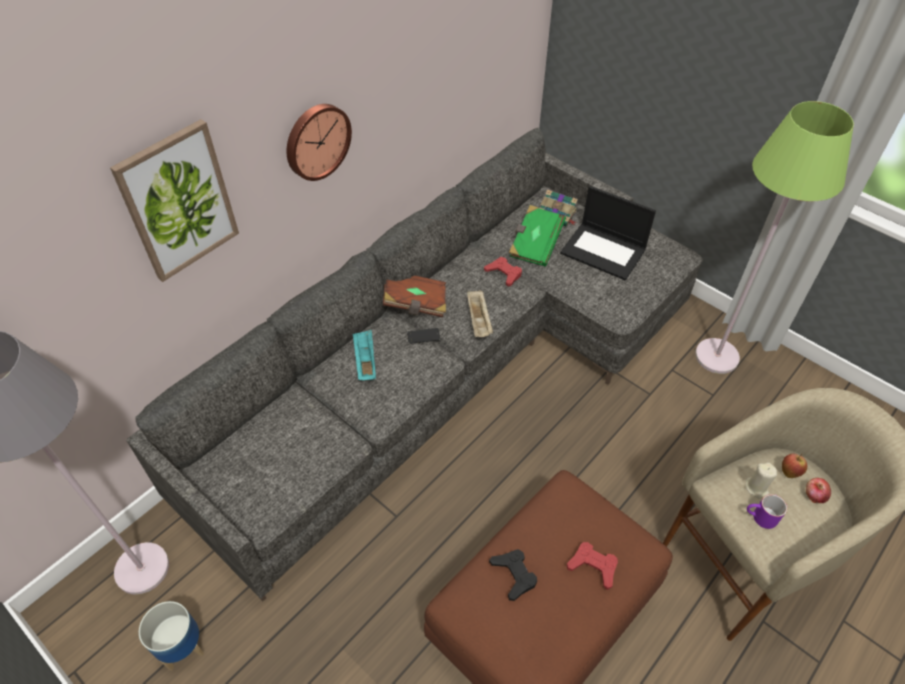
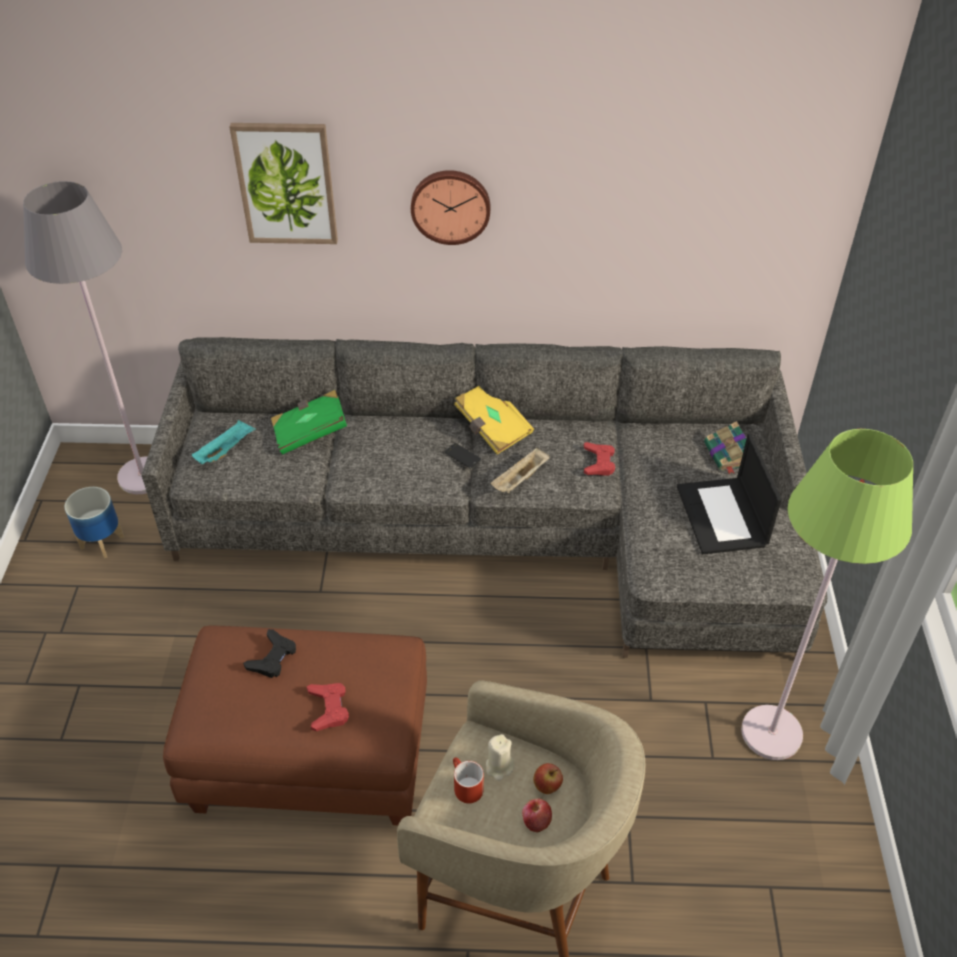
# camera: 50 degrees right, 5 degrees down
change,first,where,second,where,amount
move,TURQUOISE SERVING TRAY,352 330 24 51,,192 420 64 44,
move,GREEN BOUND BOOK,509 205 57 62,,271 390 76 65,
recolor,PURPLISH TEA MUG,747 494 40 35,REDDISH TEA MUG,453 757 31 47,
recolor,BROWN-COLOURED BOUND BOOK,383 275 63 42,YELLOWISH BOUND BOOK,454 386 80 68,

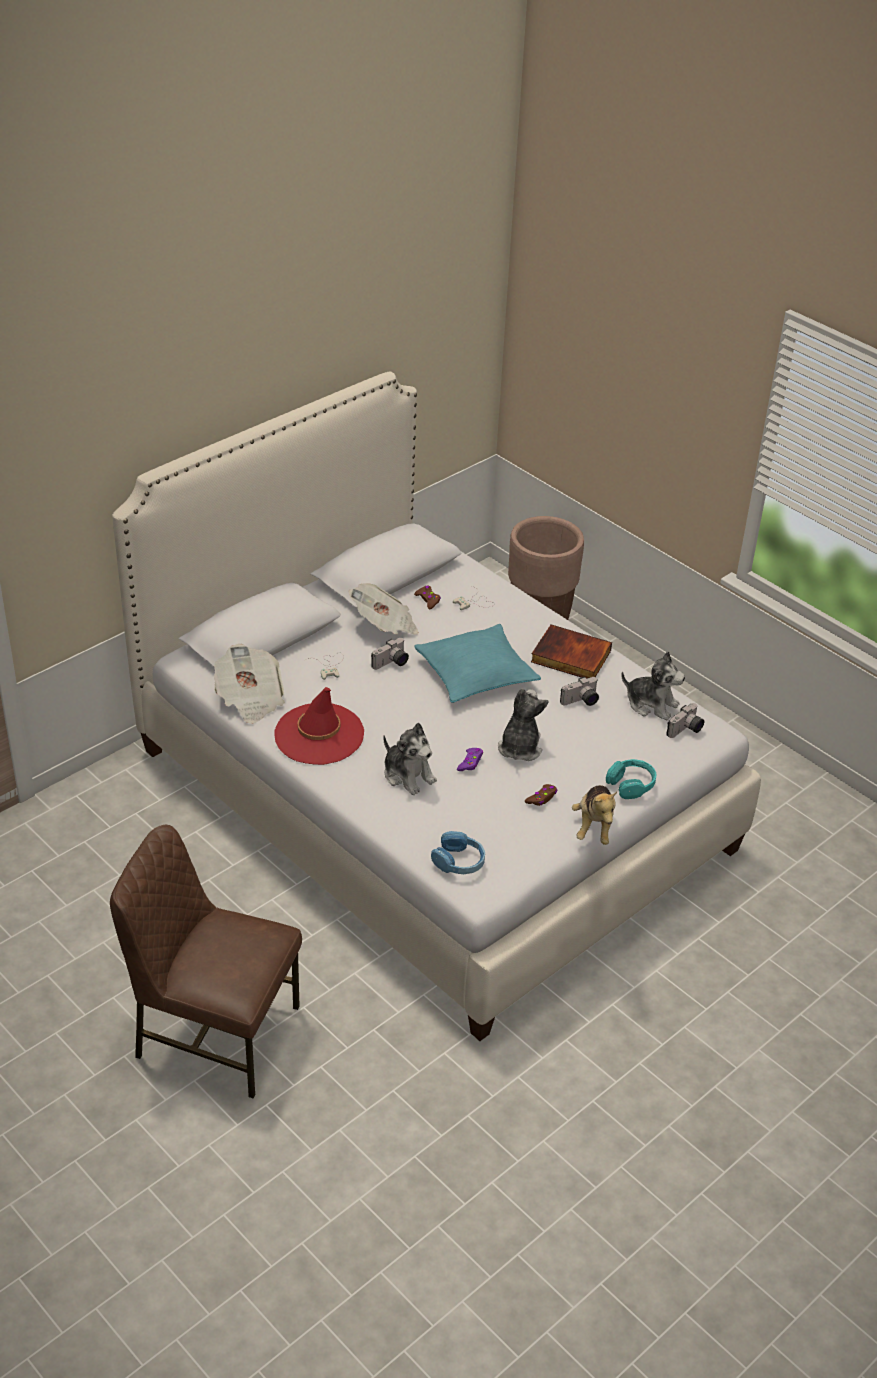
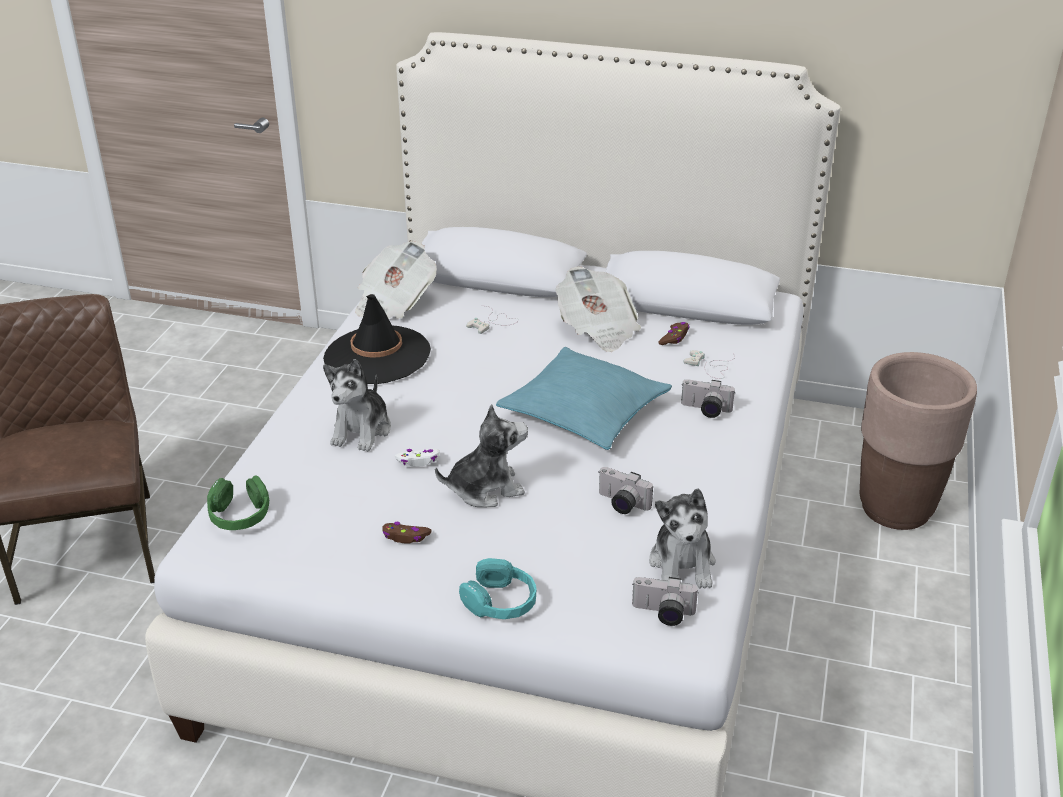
# camera: 60 degrees right, 5 degrees down
change,first,where,second,where,amount
recolor,BLUE-COLOURED HEADPHONES,431 831 54 43,GREEN HEADPHONES,207 476 62 54,
recolor,REDDISH HAT,275 687 89 78,BLACK HAT,323 294 108 90,
recolor,PURPLISH GAMEPAD,457 748 26 23,WHITISH GAMEPAD,395 449 45 18,
move,STILL CAMERA,371 638 38 32,,681 379 54 39,
delete,BOUND BOOK,531 624 81 54,,,
delete,SOFT TOY,572 785 45 60,,,

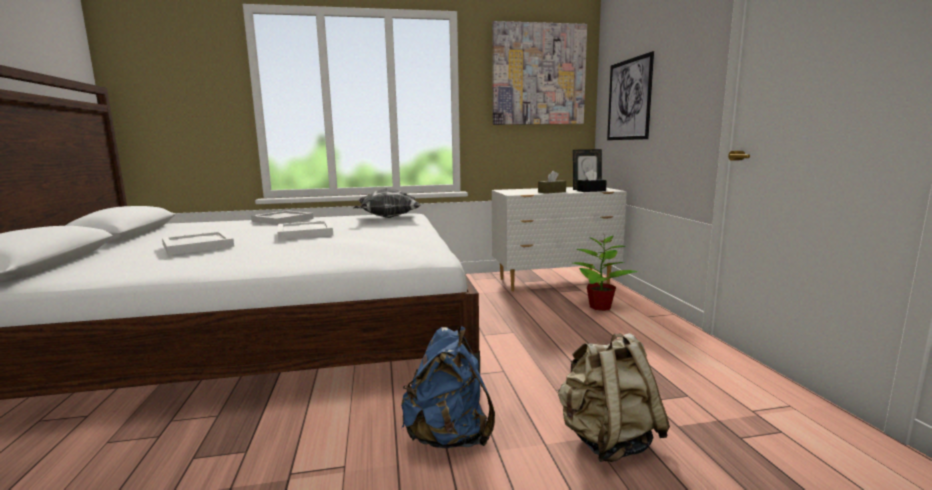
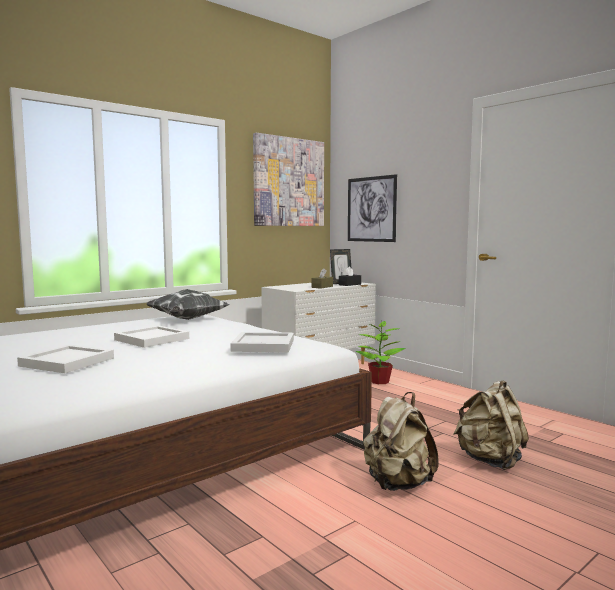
# camera: 30 degrees left, 5 degrees down
change,first,where,second,where,amount
move,WHITISH SERVING TRAY,251 210 62 15,,230 332 64 21,
recolor,BLUE-COLOURED BACKPACK,401 326 94 122,BEIGE BACKPACK,363 392 76 99,

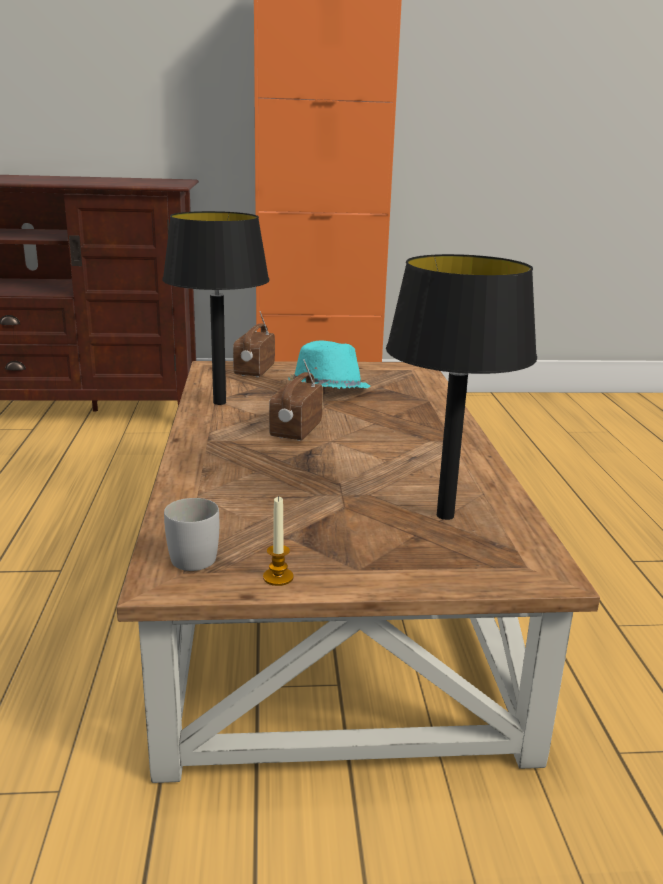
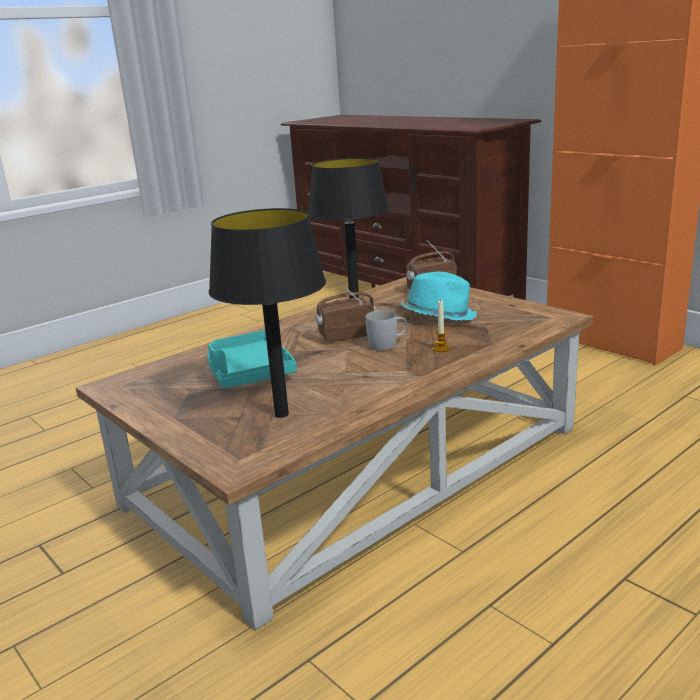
# camera: 55 degrees right, 0 degrees up
change,first,where,second,where,amount
insert,,,TURQUOISE SERVING TRAY,208 330 89 58,
move,WHITISH TEA MUG,164 498 55 73,,366 310 41 41,
move,WAX CANDLE,263 496 31 90,,433 299 17 53,

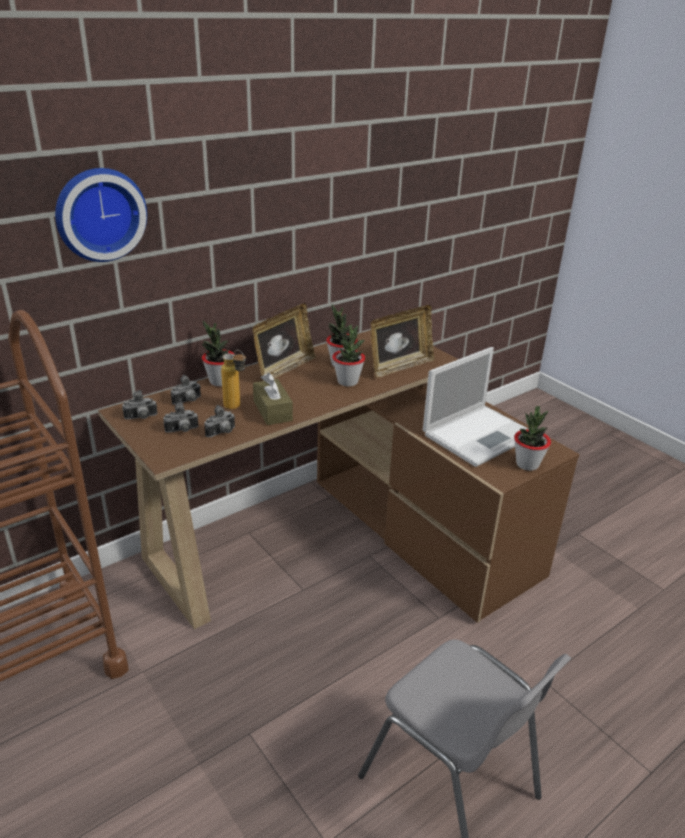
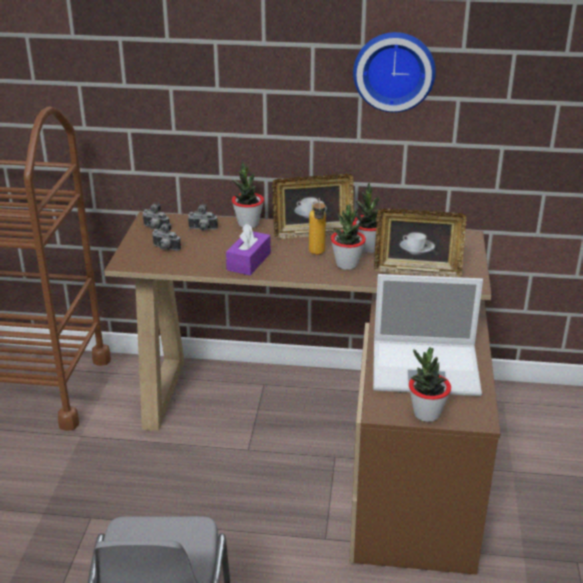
# camera: 45 degrees right, 0 degrees up
change,first,where,second,where,amount
recolor,BROWN-COLOURED BOX OF TISSUES,253 373 40 52,PURPLISH BOX OF TISSUES,226 223 45 52,
move,BOTTLE,221 350 25 59,,309 198 17 57,
move,WALL CLOCK,55 168 92 94,,353 32 83 81,
delete,STILL CAMERA,204 405 31 32,,,

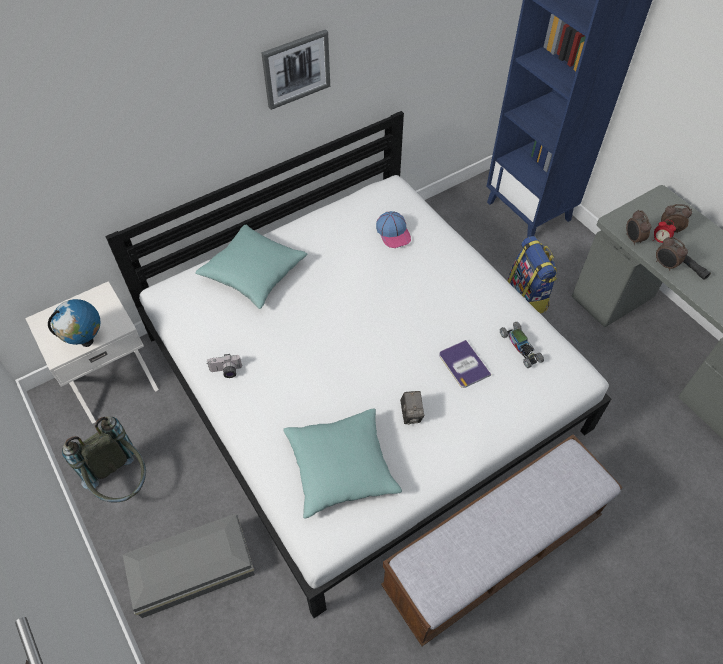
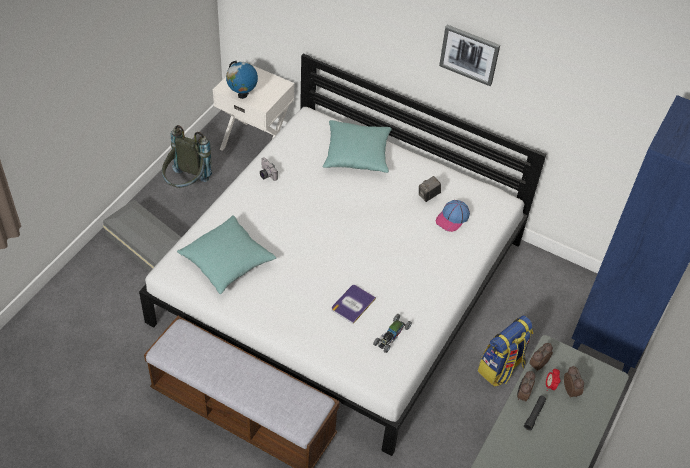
# camera: 60 degrees right, 5 degrees down
change,first,where,second,where,amount
move,STILL CAMERA,400 391 24 34,,419 176 22 26,

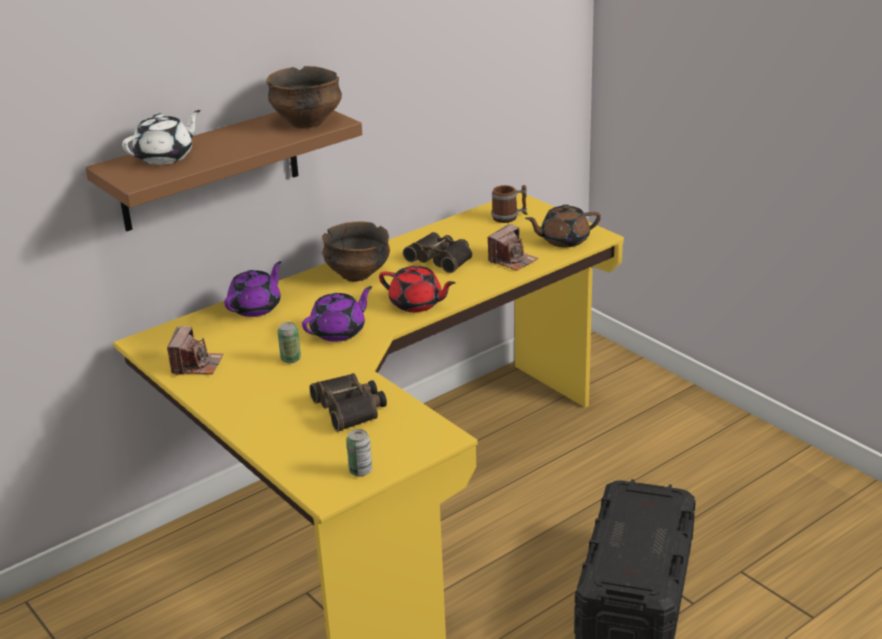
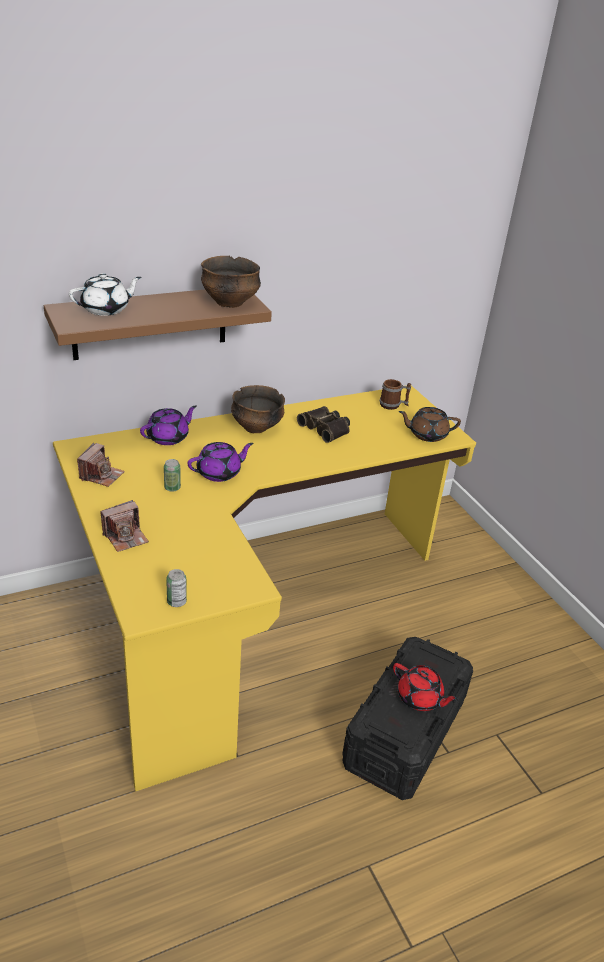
# camera: 10 degrees right, 5 degrees up
change,first,where,second,where,amount
move,STILL CAMERA,488 224 50 47,,100 500 49 52,
move,REDDISH POT FOR TEA,379 265 77 47,,393 663 65 48,
delete,FIELD GLASSES,310 373 77 59,,,

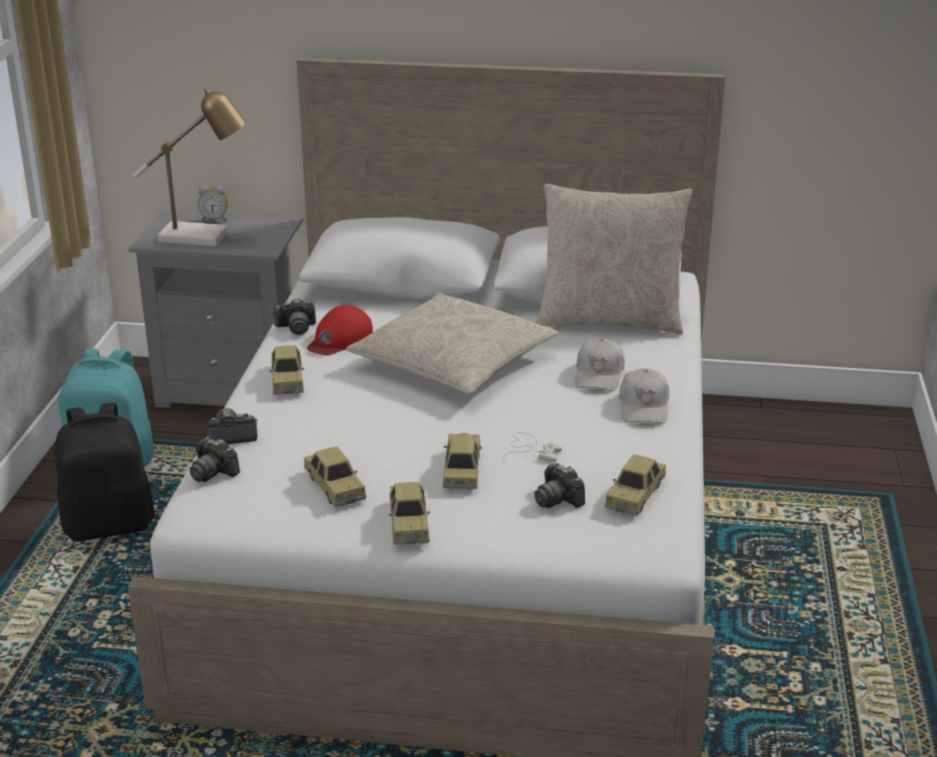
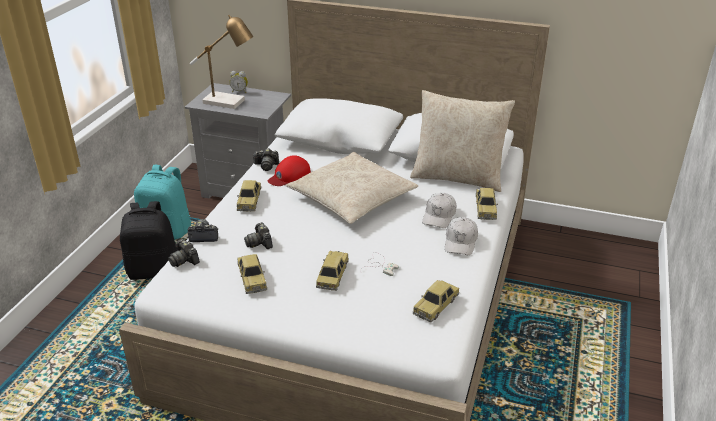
# camera: 10 degrees right, 5 degrees up
change,first,where,second,where,amount
move,STILL CAMERA,534 463 51 45,,244 222 29 27,
move,MINIATURE CAR,389 482 41 63,,476 188 22 32,

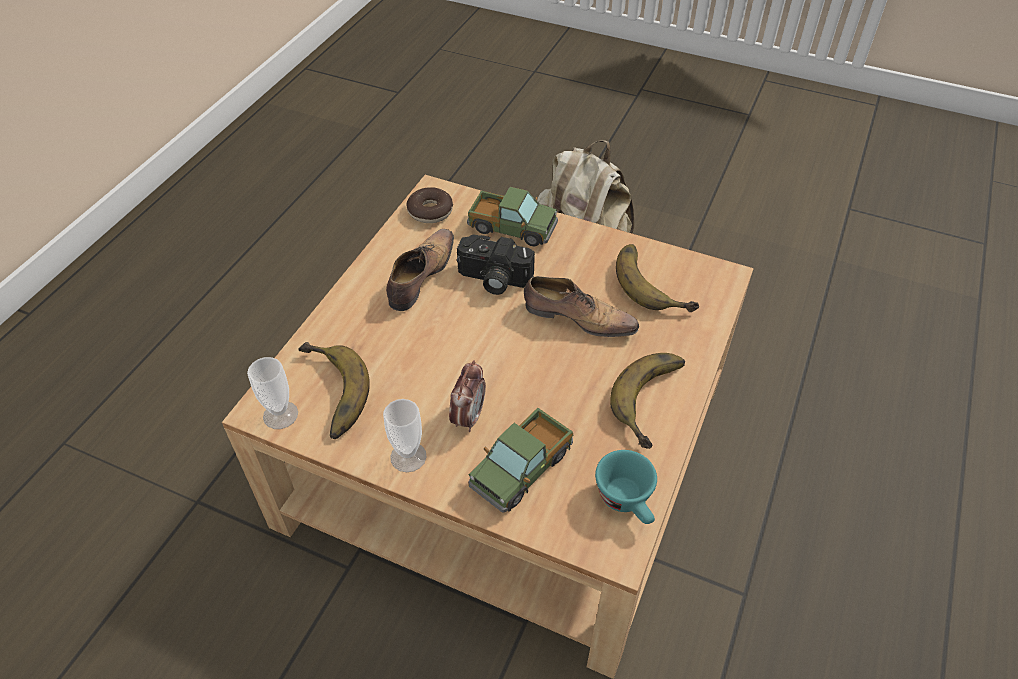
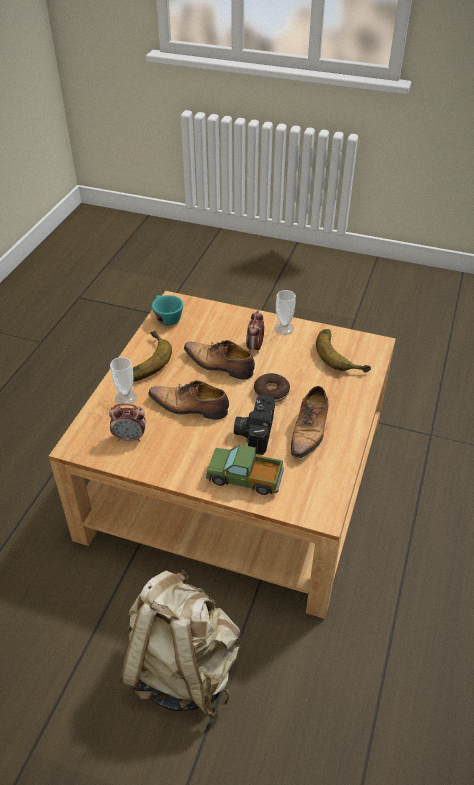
# camera: 175 degrees right, 5 degrees down
change,first,where,second,where,amount
replace,BANANA,616 244 83 68,TABLE CLOCK,109 403 37 38,
move,SMALL CUP,247 357 51 72,,110 357 27 49,
insert,,,SHOE,184 340 71 40,
rotate,STILL CAMERA,457 235 78 60,,234 395 41 60,90 degrees counterclockwise
move,DONUT,406 187 47 36,,254 373 36 29,
delete,TOY LORRY,468 408 105 104,,,

